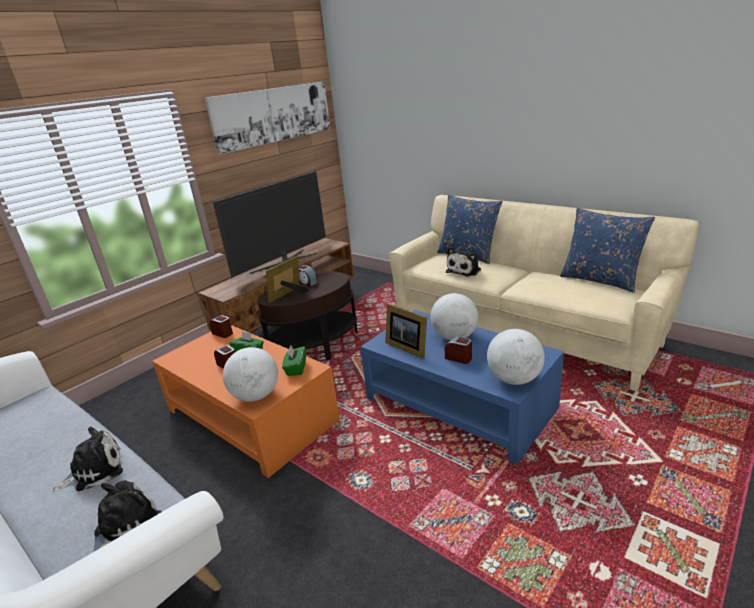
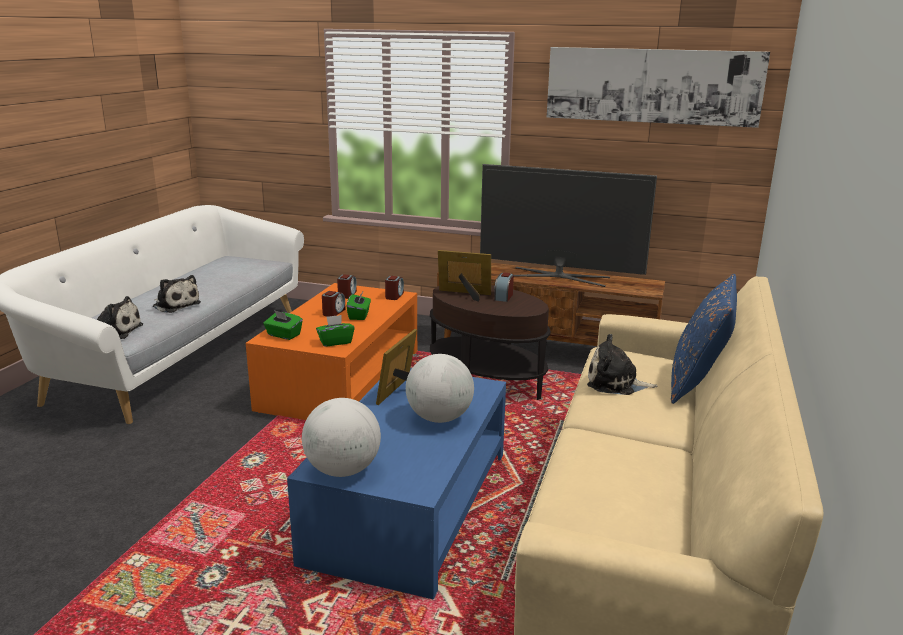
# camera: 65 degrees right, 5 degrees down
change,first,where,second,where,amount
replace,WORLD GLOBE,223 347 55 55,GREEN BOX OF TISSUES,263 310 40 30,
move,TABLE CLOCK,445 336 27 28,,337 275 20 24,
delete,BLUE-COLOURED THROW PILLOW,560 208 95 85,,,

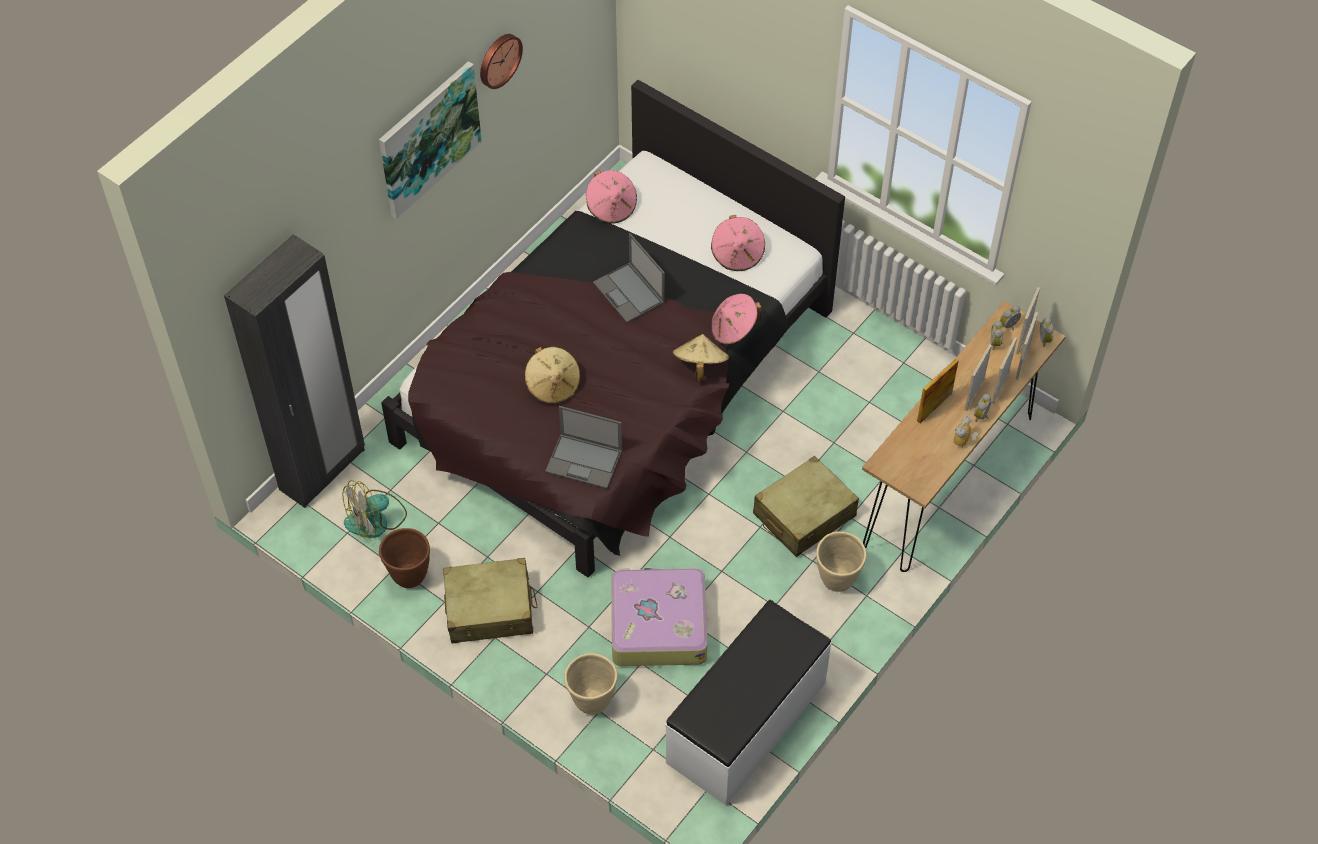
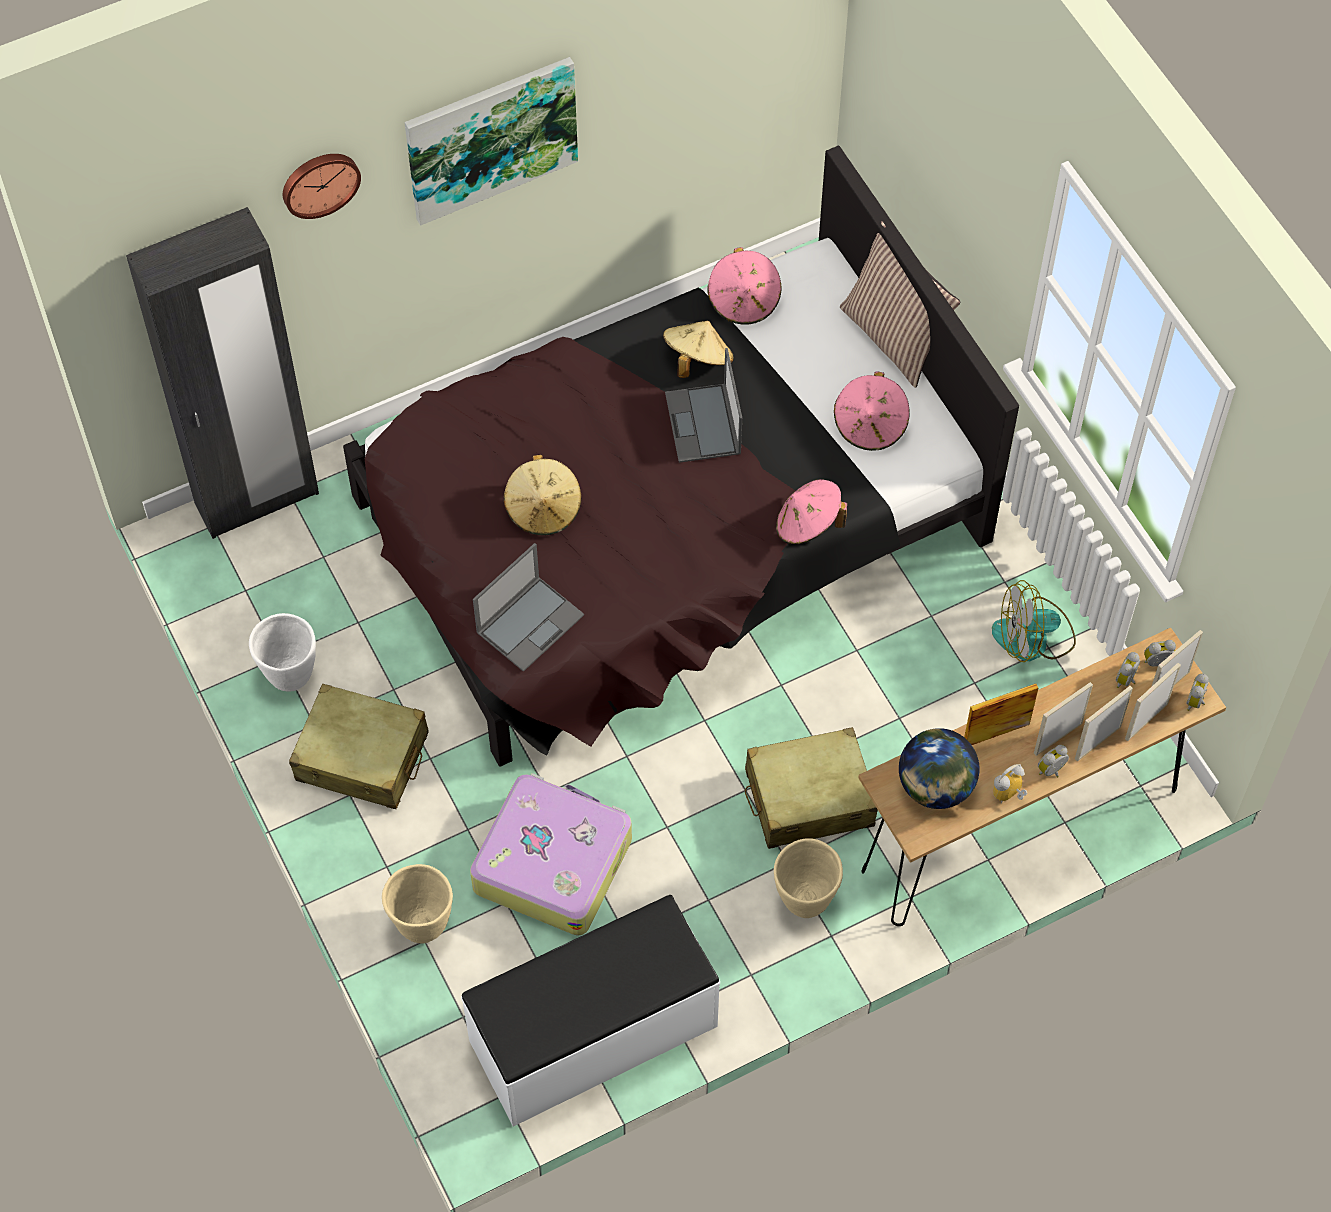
# camera: 25 degrees right, 5 degrees up
change,first,where,second,where,amount
recolor,BROWN-COLOURED PLANT POT,379 528 51 60,WHITISH PLANT POT,249 613 67 78,
move,WALL CLOCK,480 34 43 55,,283 154 78 65,
rotate,LAPTOP,545 406 77 83,,473 543 111 129,90 degrees counterclockwise
move,BEIGE HAT,672 334 57 48,,663 321 71 57,
insert,,,THROW PILLOW,840 221 120 167,
insert,,,WORLD GLOBE,899 728 81 81,
move,FAN,343 480 64 58,,992 580 84 82,

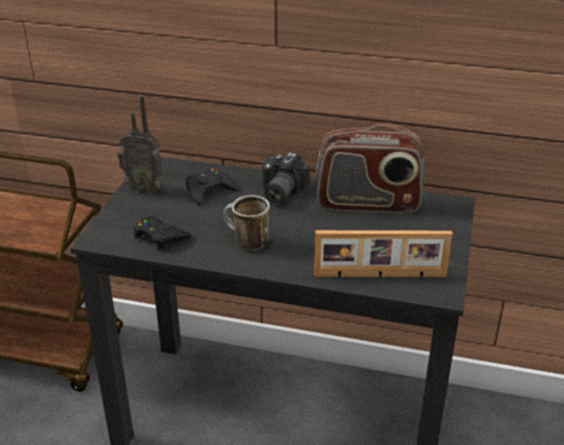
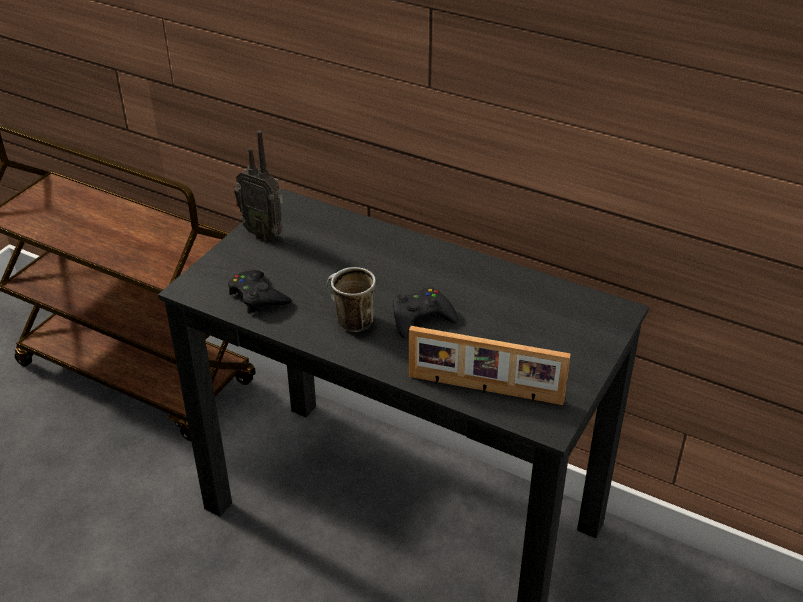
# camera: 15 degrees right, 5 degrees up
change,first,where,second,where,amount
move,BLACK GAMEPAD,185 168 53 37,,393 287 65 51,
delete,STILL CAMERA,262 152 48 52,,,
delete,RADIO,315 123 110 90,,,

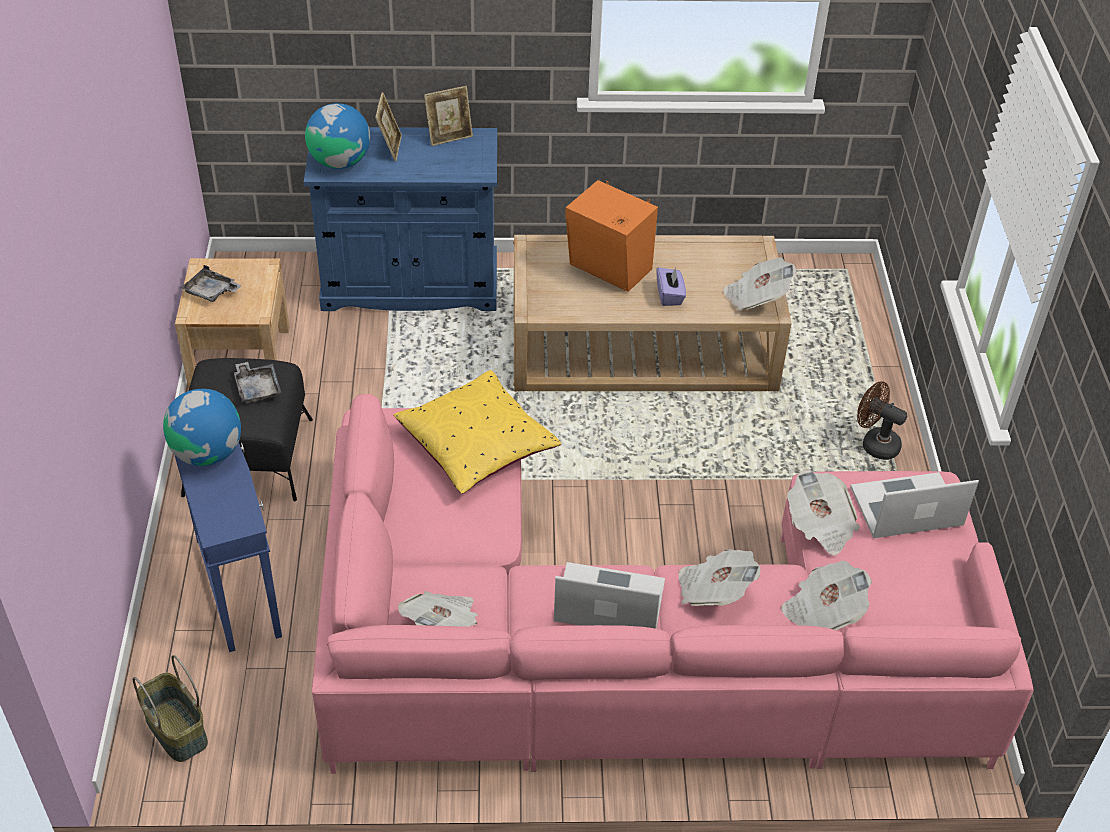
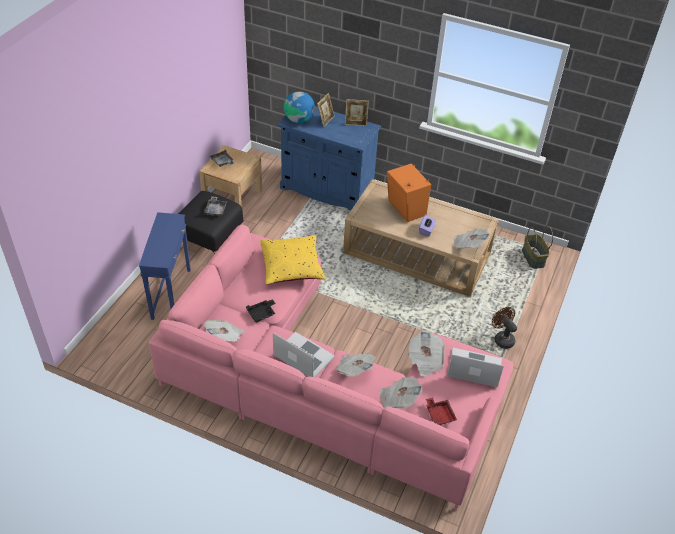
# camera: 25 degrees right, 0 degrees up
change,first,where,second,where,amount
insert,,,BLACK SERVING TRAY,246 299 29 24,
insert,,,REDDISH SERVING TRAY,426 398 31 27,
move,STORAGE BASKET,133 655 75 107,,522 225 31 44,
delete,WORLD GLOBE,163 389 78 77,,,

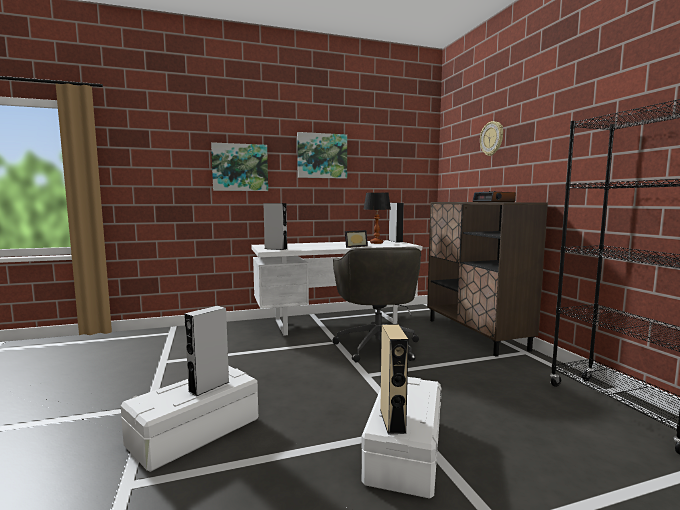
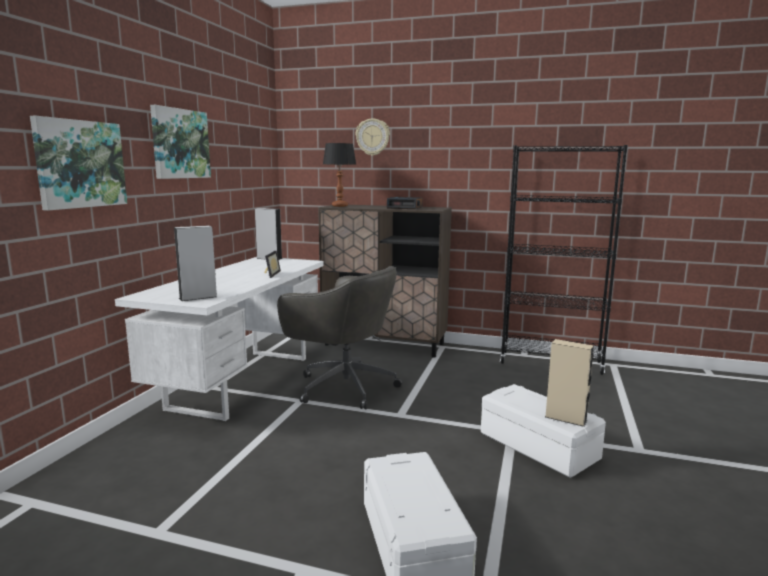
# camera: 55 degrees left, 5 degrees up
change,first,where,second,where,amount
move,LAMP FOR A TABLE,363 192 28 52,,323 143 33 64,
delete,GRAY AUDIO SPEAKER,184 306 45 90,,,

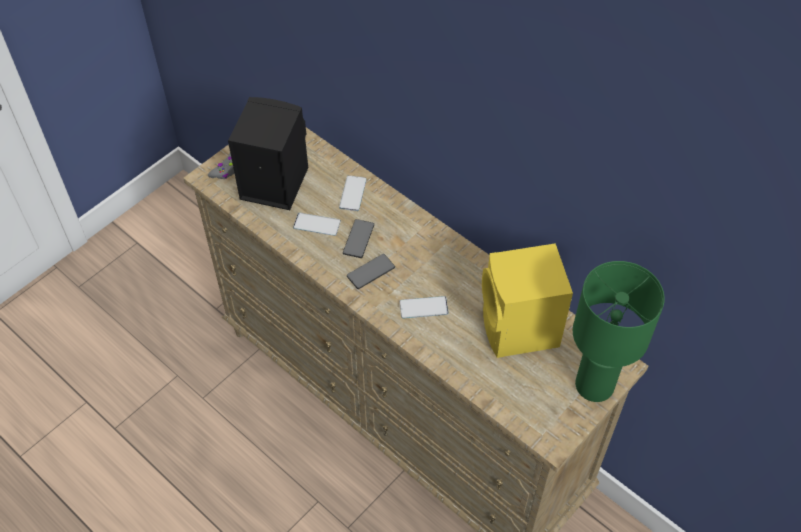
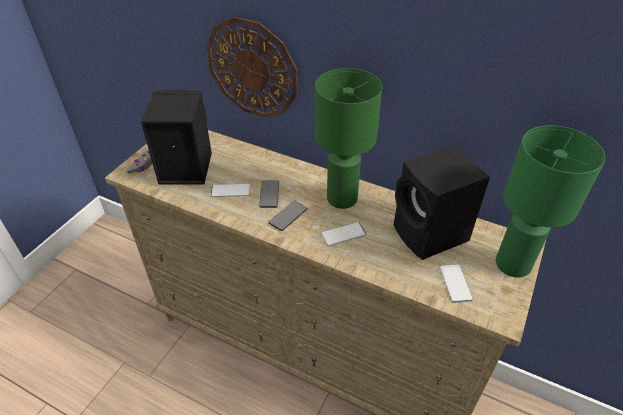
# camera: 15 degrees left, 10 degrees down
change,first,where,second,where,amount
insert,,,WALL CLOCK,206 17 92 101,
insert,,,GREEN LAMP FOR A TABLE,315 68 67 141,
recolor,YELLOWISH AUDIO SPEAKER,482 243 91 115,BLACK AUDIO SPEAKER,394 145 96 115,
move,PHONE,339 175 27 36,,439 264 34 39,

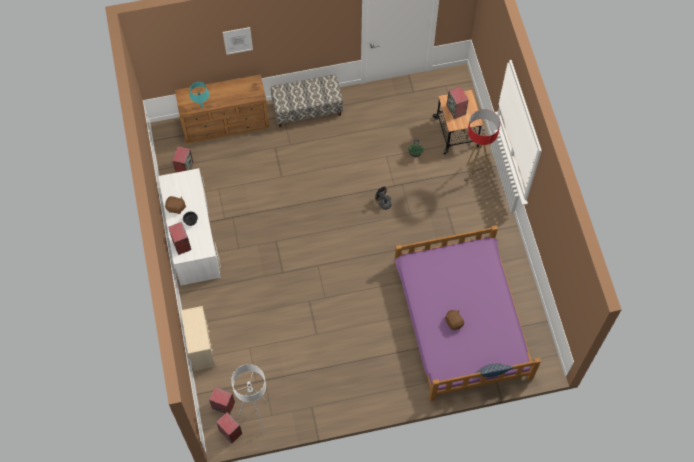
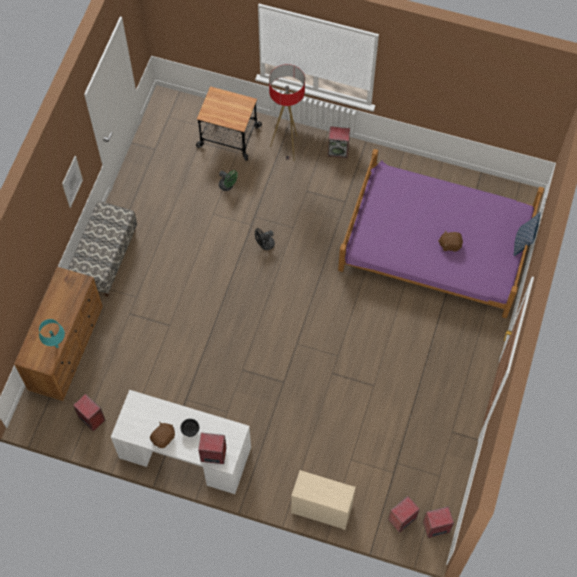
# camera: 60 degrees left, 0 degrees up
change,first,where,second,where,amount
move,PICTURE,223 27 30 28,,62 156 21 52,
move,AUDIO SPEAKER,447 86 21 33,,328 126 22 32,
delete,WHITISH STANDARD LAMP,231 364 36 70,,,

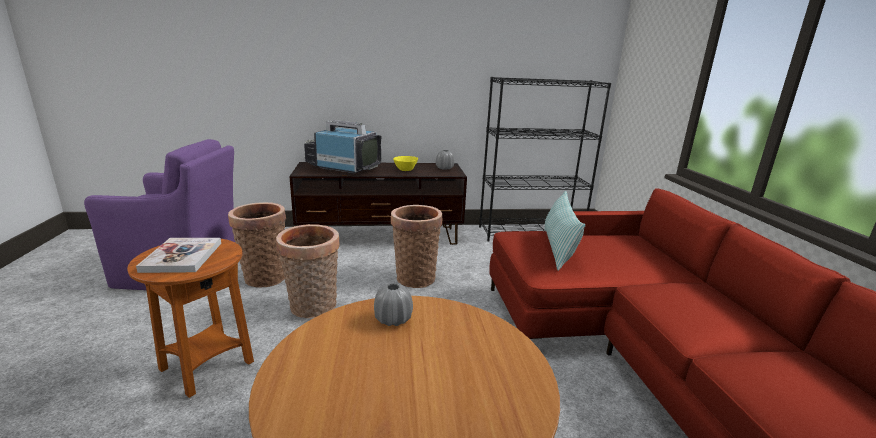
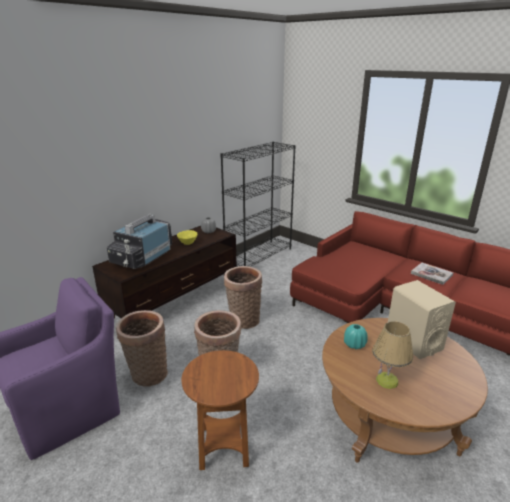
# camera: 40 degrees left, 5 degrees up
change,first,where,second,where,amount
rotate,TV,304 120 77 54,,107 213 65 56,45 degrees counterclockwise
recolor,GRAY FLOWER VASE,374 283 39 43,TURQUOISE FLOWER VASE,344 324 24 25,
insert,,,LAMP FOR A TABLE,372 321 41 68,
insert,,,BEIGE AUDIO SPEAKER,388 280 68 79,
move,BOUND BOOK,136 238 85 35,,411 263 42 22,
delete,THROW PILLOW,544 191 41 80,,,

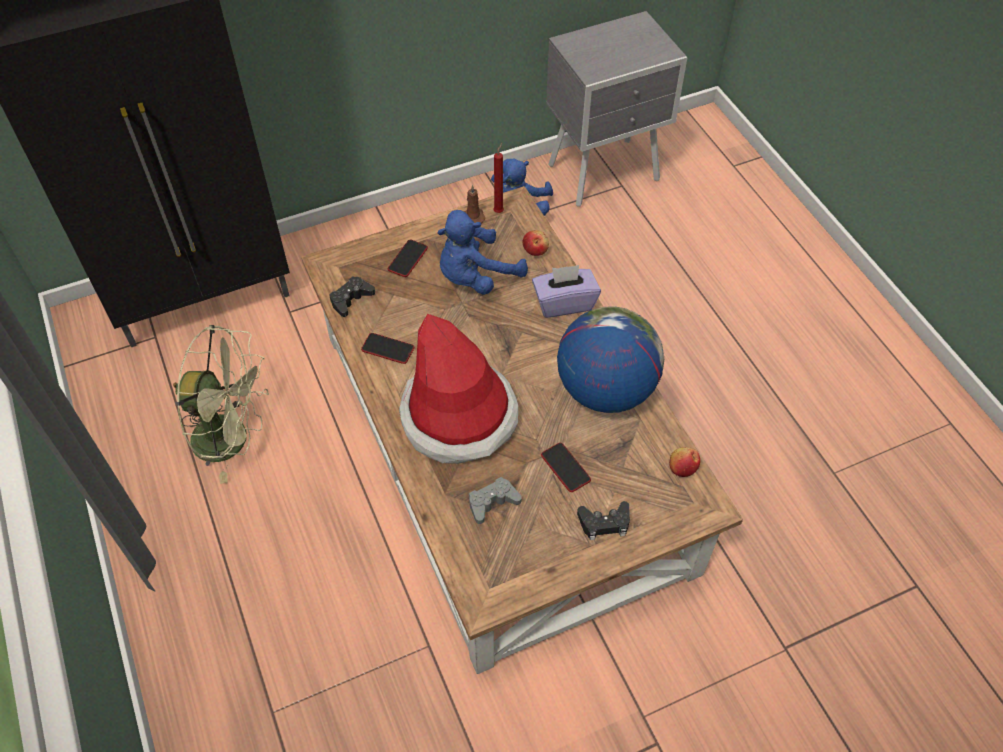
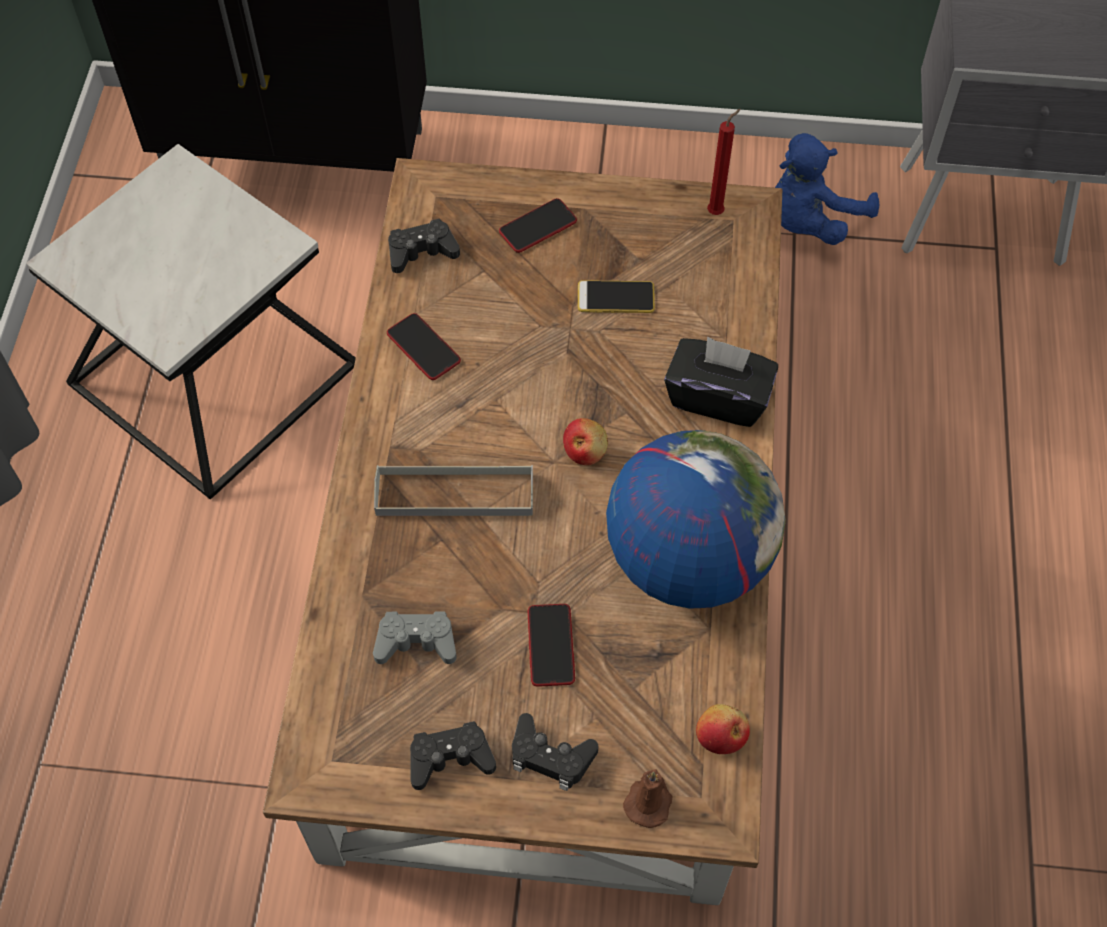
# camera: 30 degrees right, 5 degrees up
change,first,where,second,where,amount
replace,GREEN FAN,173 325 96 159,ACCENT TABLE,26 144 330 355,
replace,HAT,399 314 119 150,GRAY SERVING TRAY,374 465 159 51,
insert,,,BLACK GAMEPAD,410 721 86 69,
move,WHOLE APPLE,523 230 26 26,,563 418 45 47,
replace,BLUE-COLOURED SOFT TOY,437 210 91 85,PHONE,578 280 77 33,
move,BROWN-COLOURED WAX CANDLE,464 185 21 39,,623 769 50 59,
recolor,PURPLISH BOX OF TISSUES,532 265 69 53,BLACK BOX OF TISSUES,664 337 114 90,

